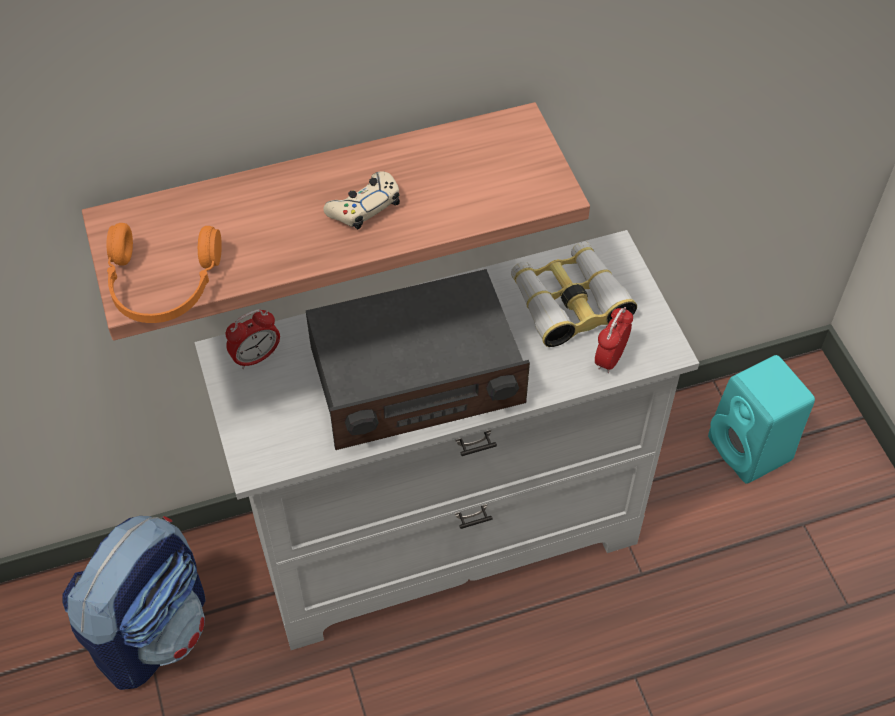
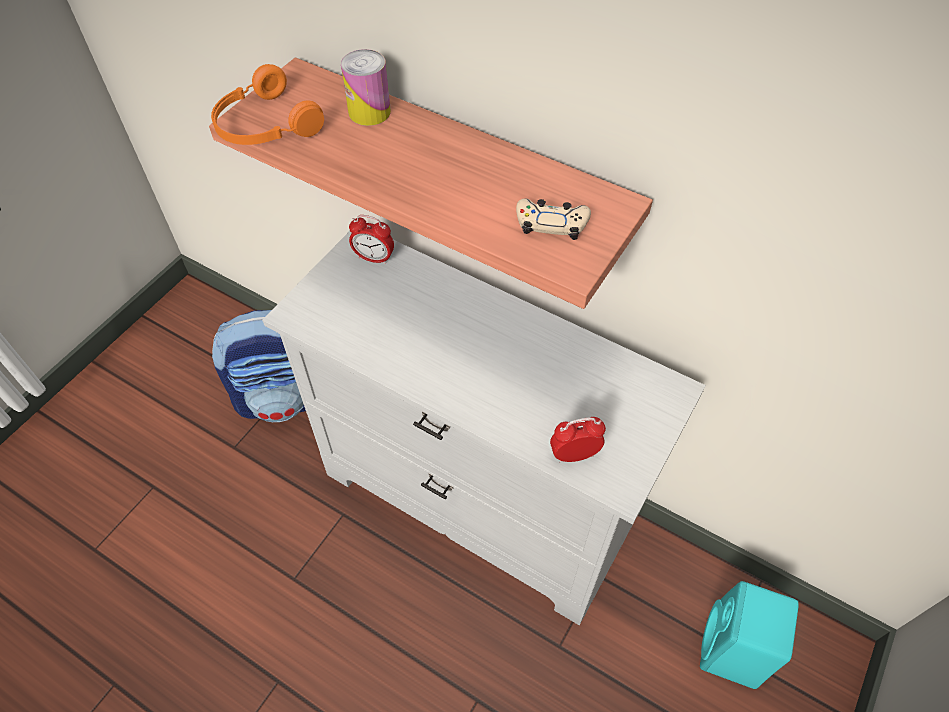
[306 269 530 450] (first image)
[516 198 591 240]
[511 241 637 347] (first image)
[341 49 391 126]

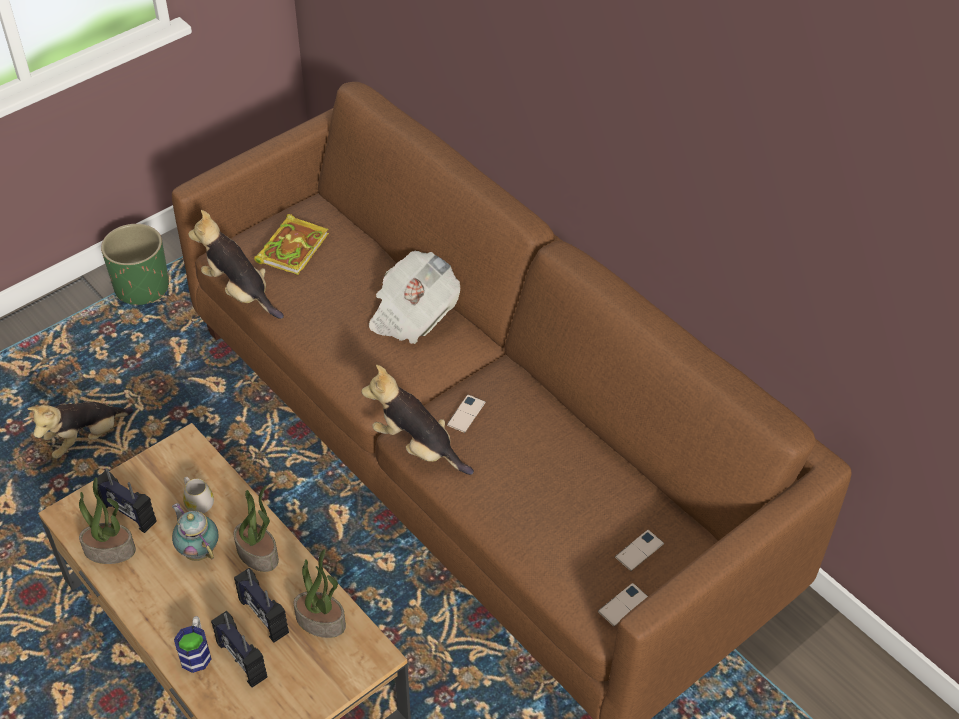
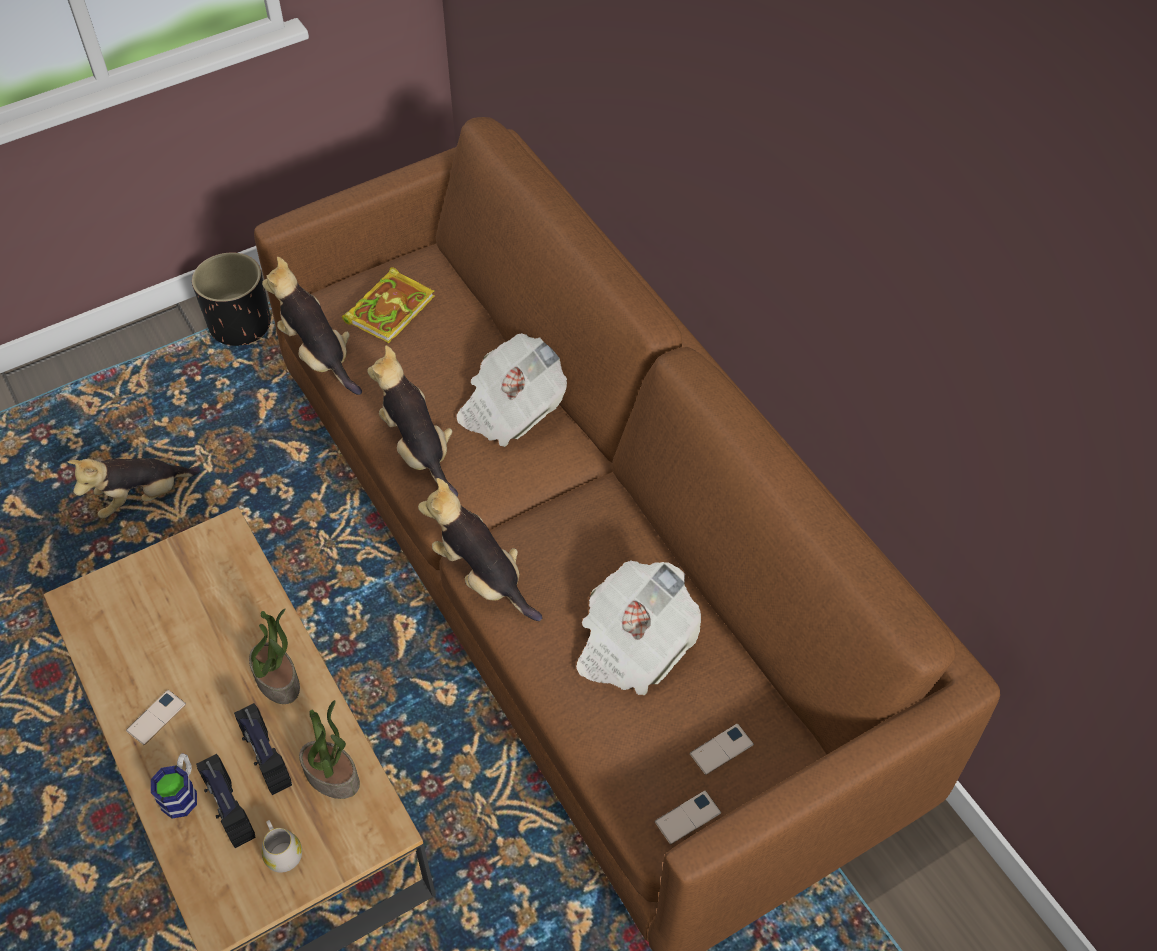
[79 477 136 564] (first image)
[97 468 157 533] (first image)
[192 253 271 346]
[172 503 218 561] (first image)
[262 820 302 873]
[126 690 186 745]
[367 346 458 497]
[576 560 701 695]

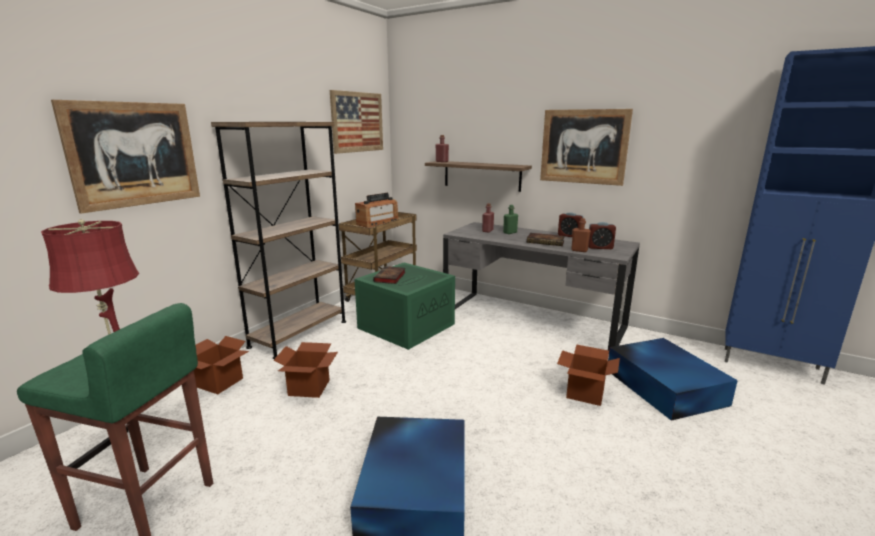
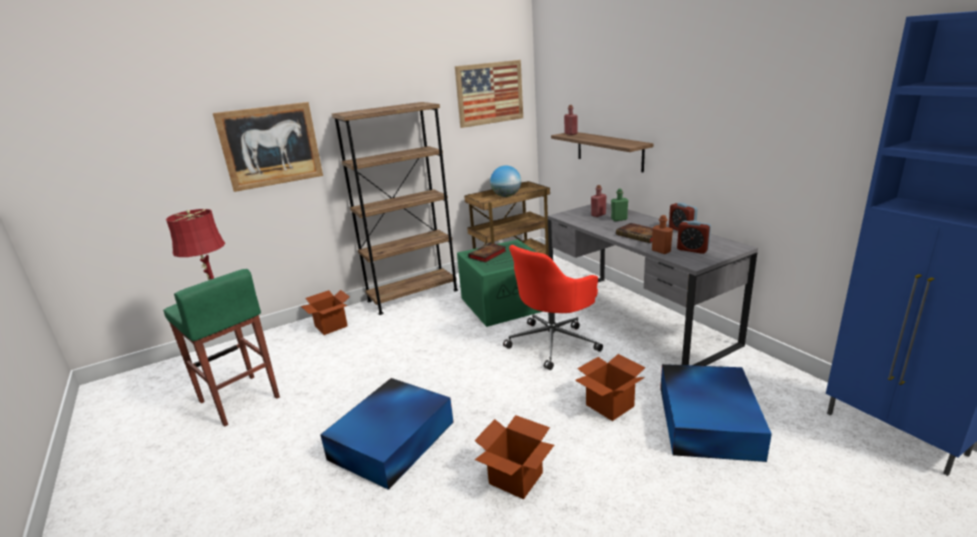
[474 415 554 499]
[490 165 521 197]
[540 109 633 186] (first image)
[503 245 603 370]

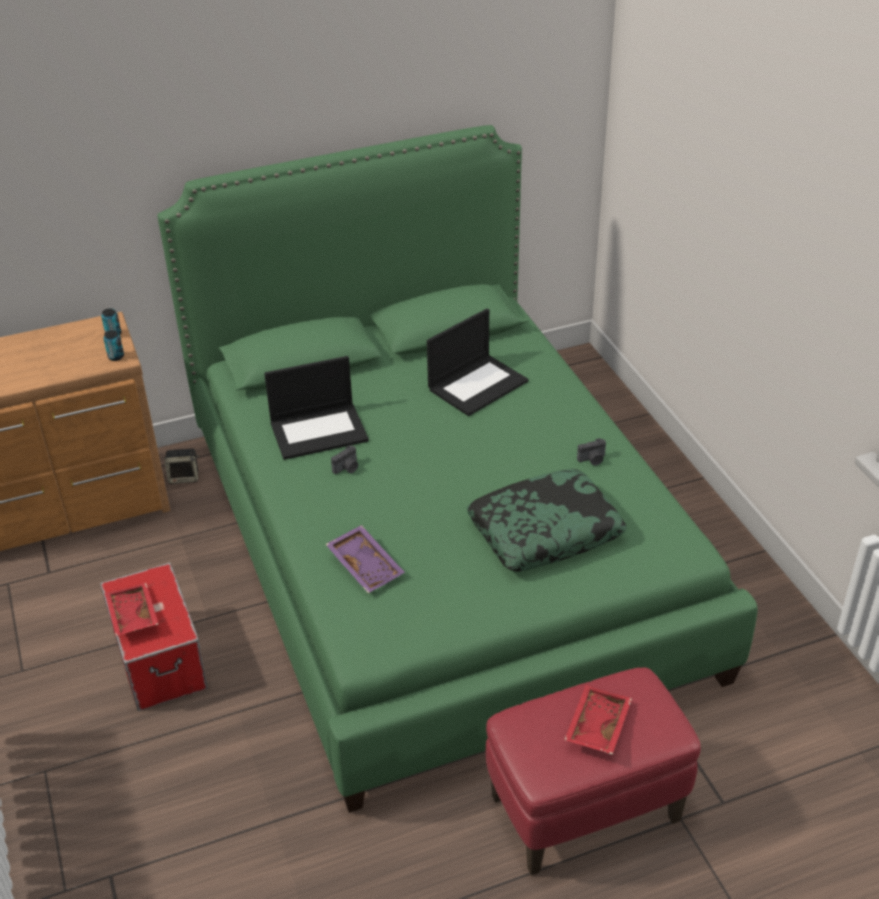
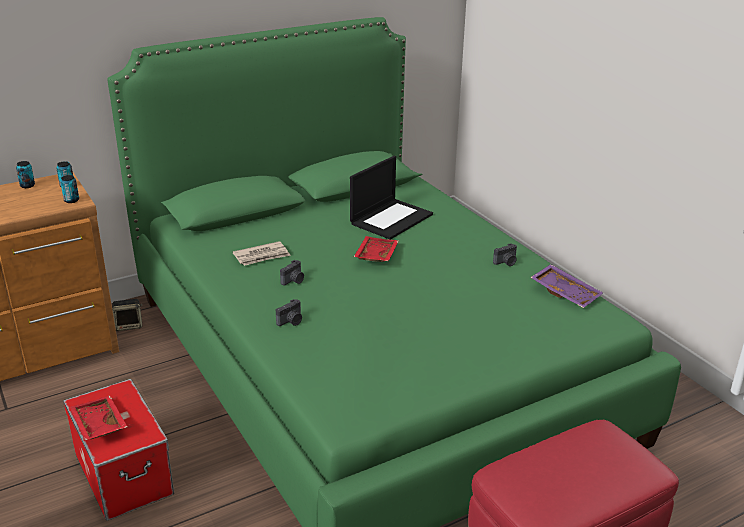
[233 241 291 266]
[530 264 603 308]
[467 469 627 572] (first image)
[353 236 398 262]
[16 161 35 188]
[276 299 302 326]

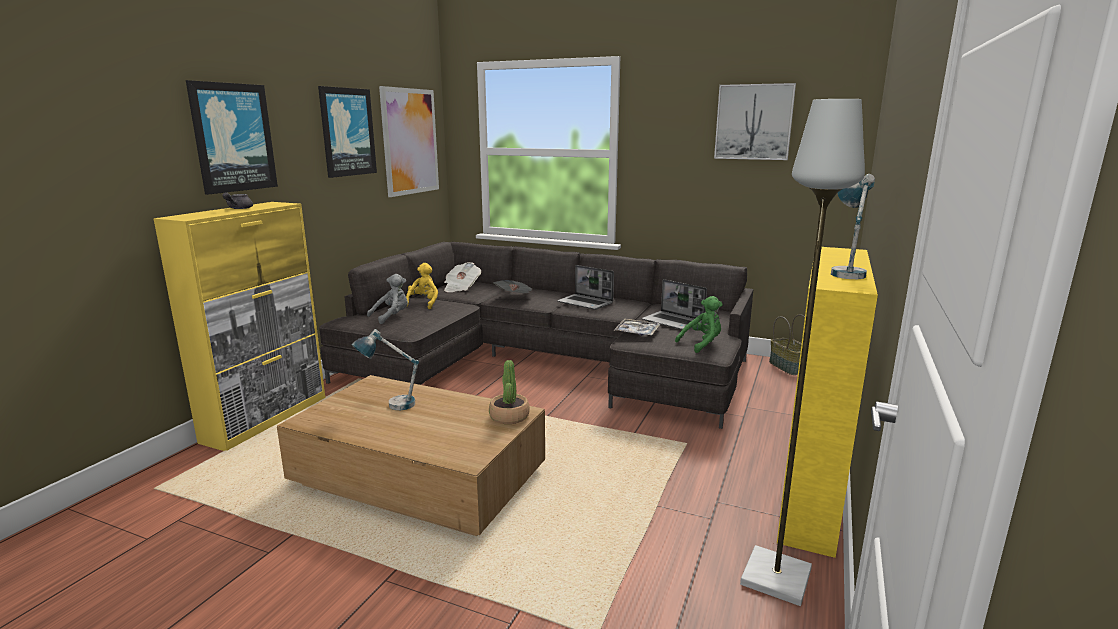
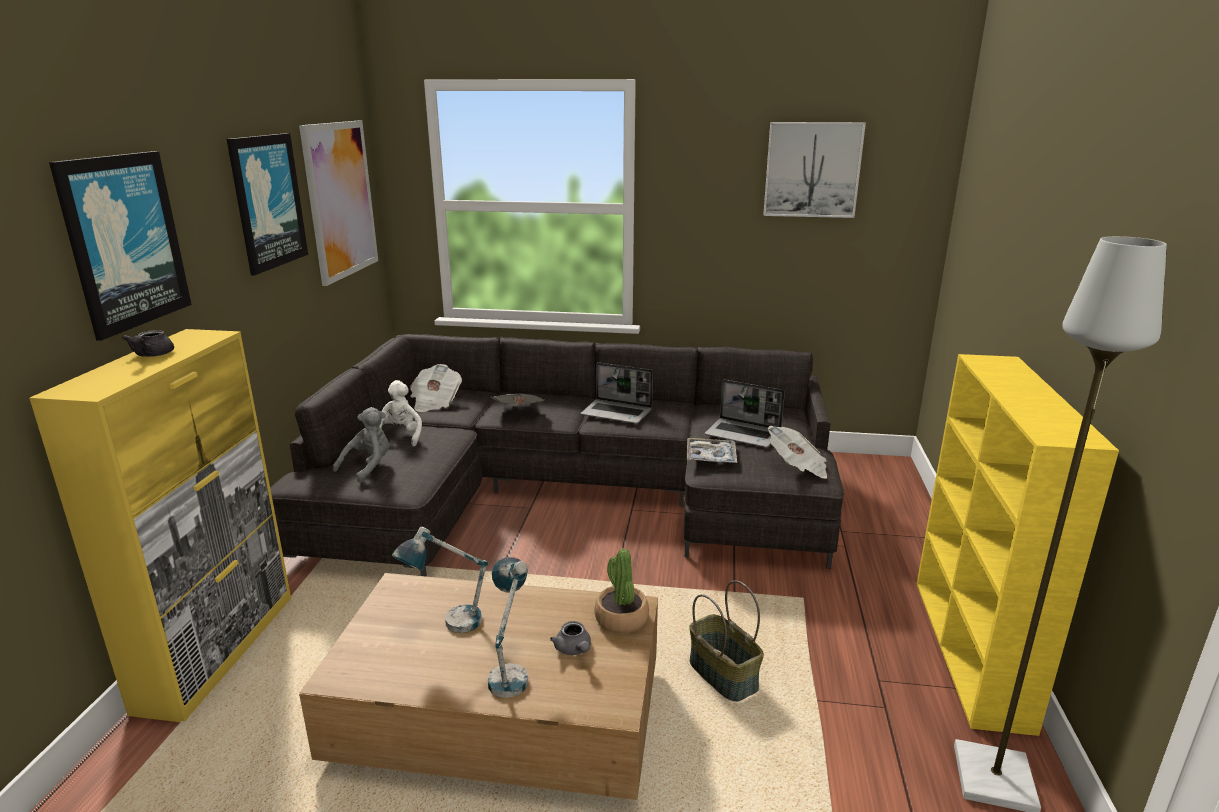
[379 380 422 447]
[768 426 827 479]
[689 580 764 702]
[488 557 528 698]
[550 621 591 655]

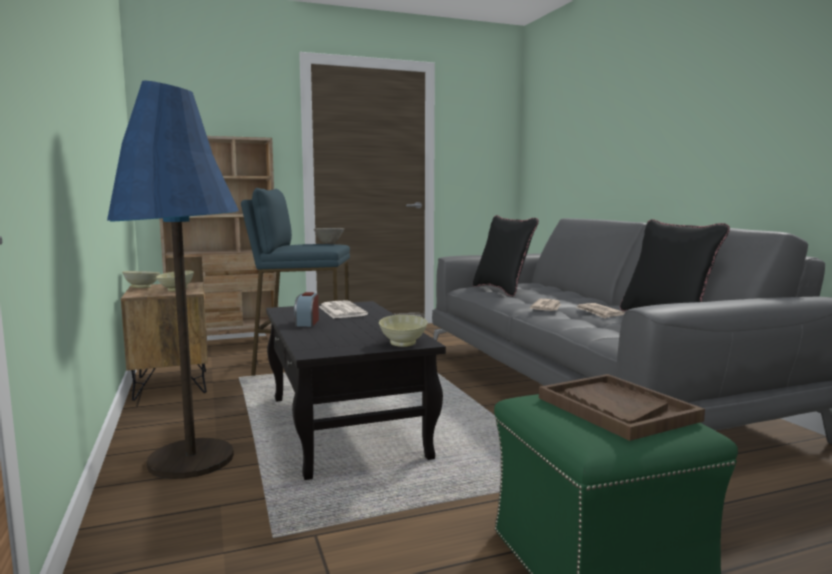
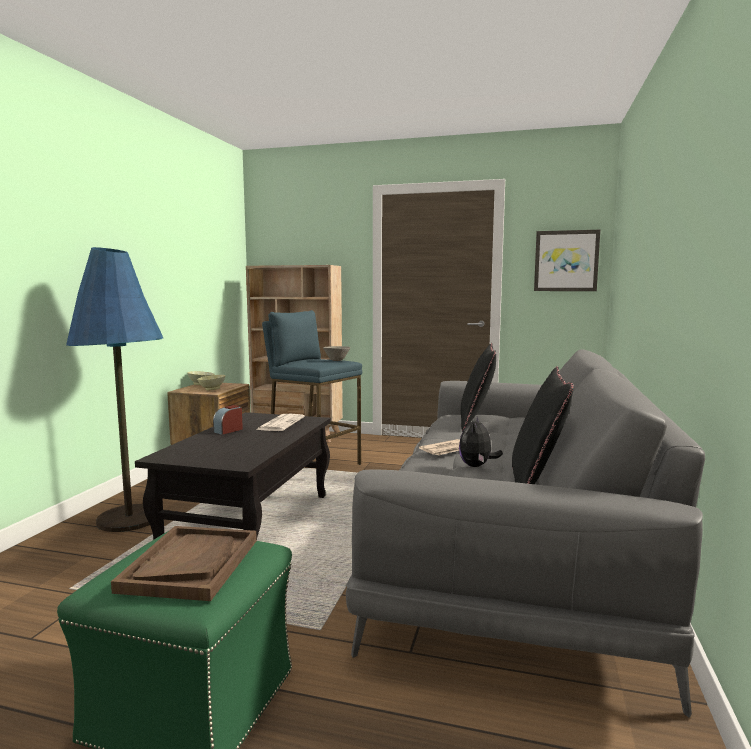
[379 315 428 347] (first image)
[459 416 503 467]
[534 230 600 291]

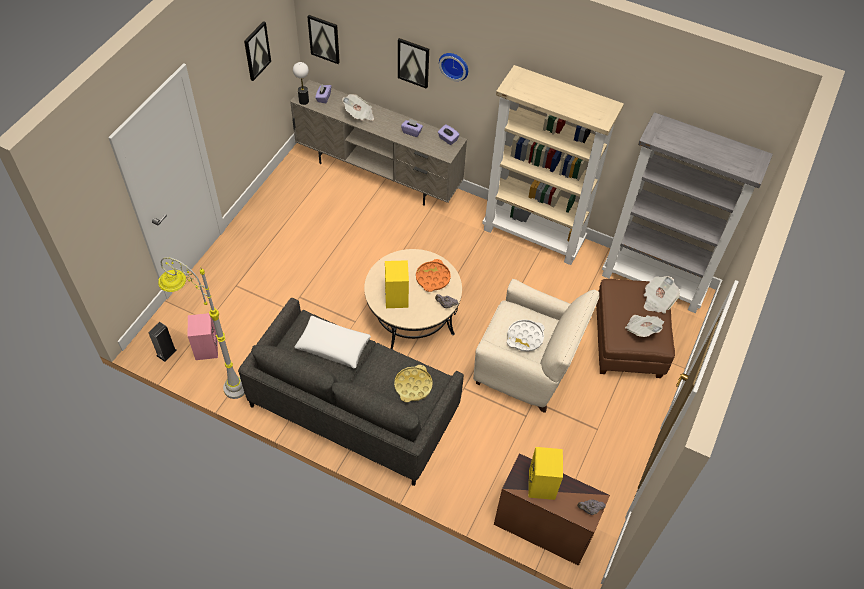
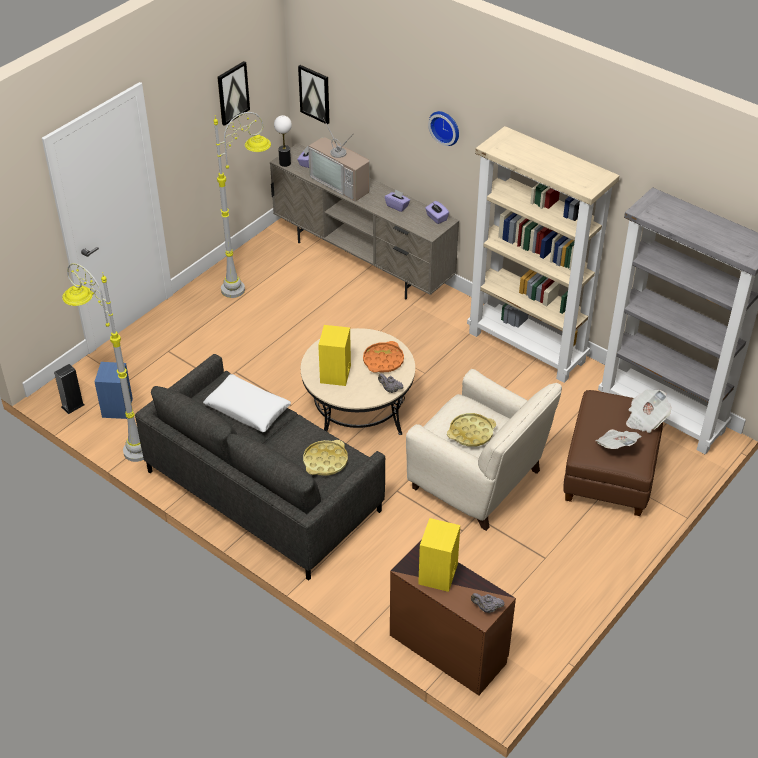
[95 362 133 419]
[308 118 370 202]
[398 38 429 89] (first image)
[447 413 496 447]
[213 112 271 298]

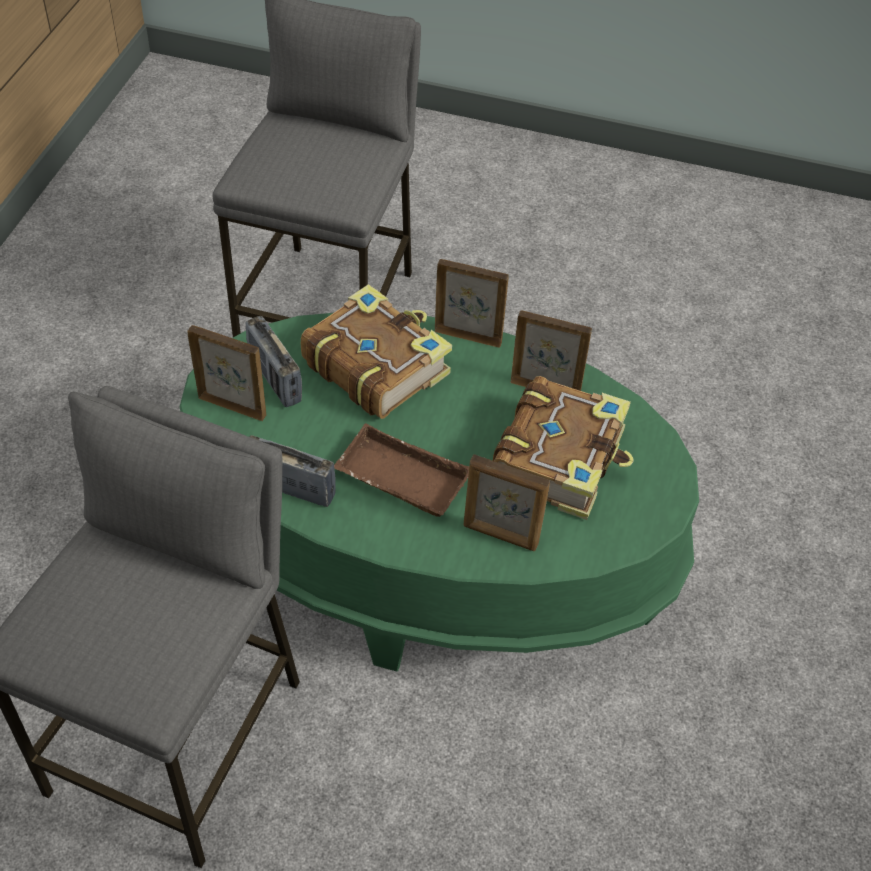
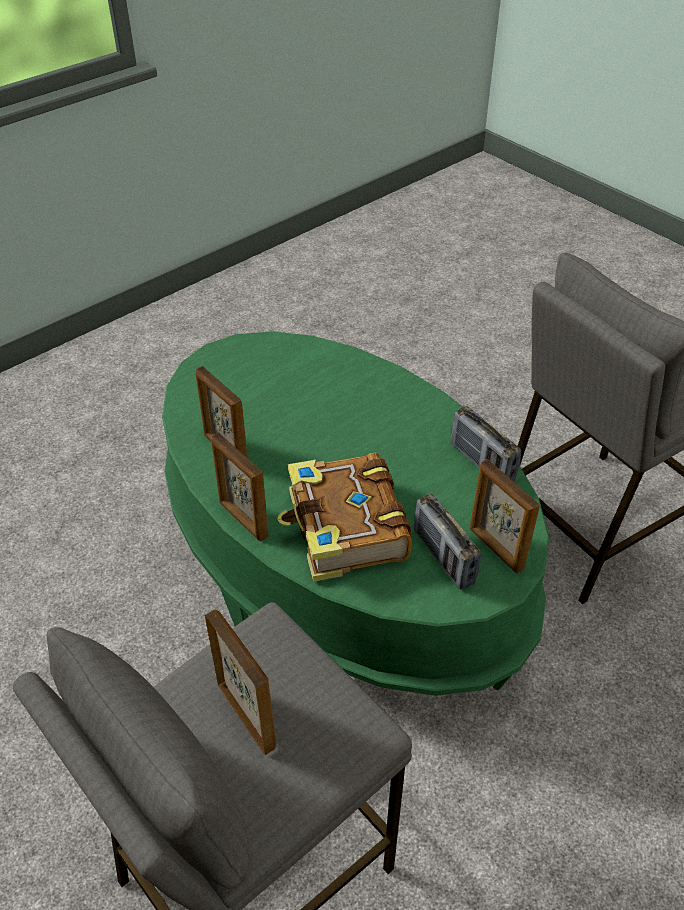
[414 494 481 589]
[334 423 469 517] (first image)
[205 610 276 755]
[493 376 633 520] (first image)

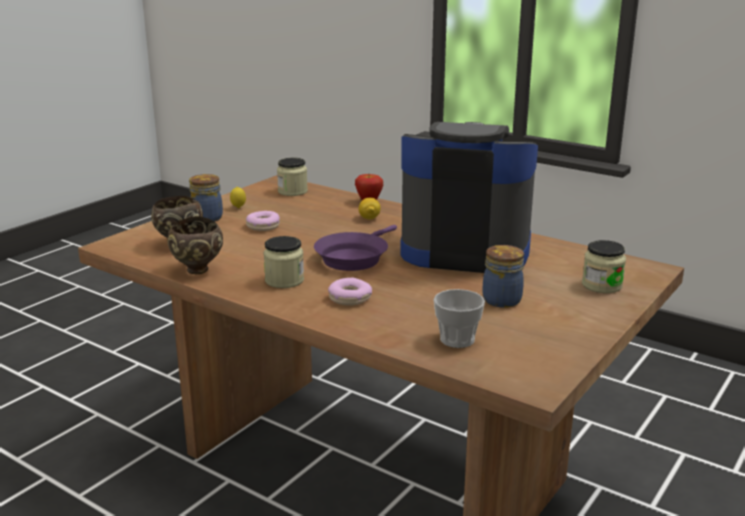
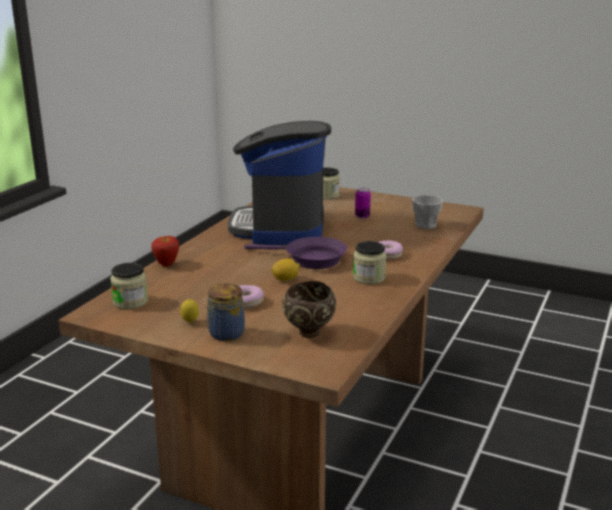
[168 216 223 274] (first image)
[272 259 300 281]
[355 188 371 219]

